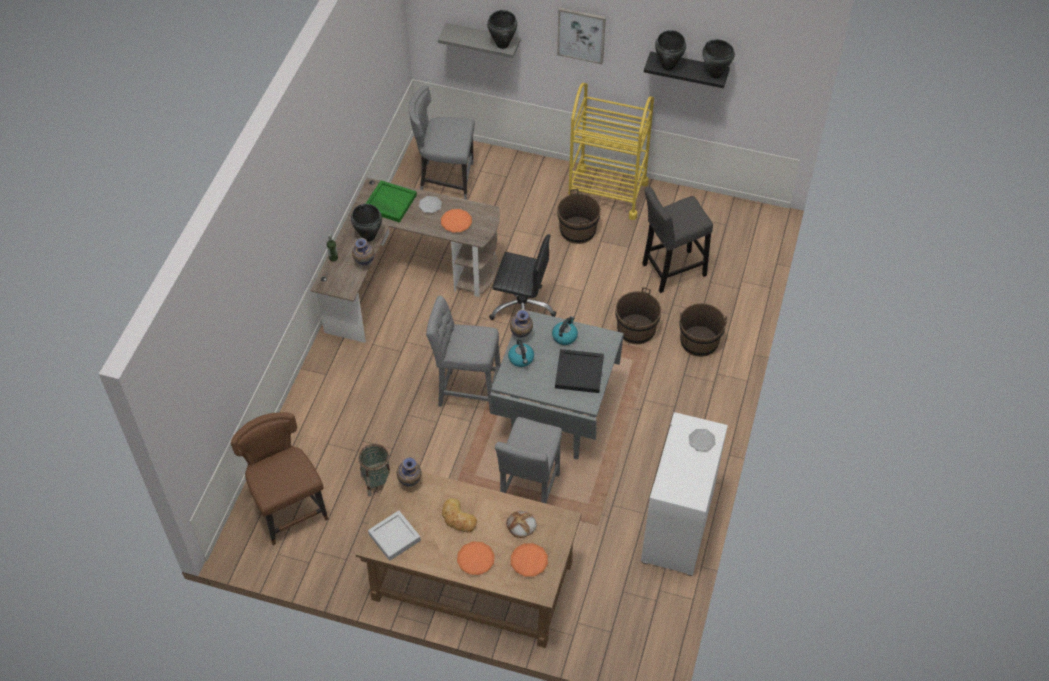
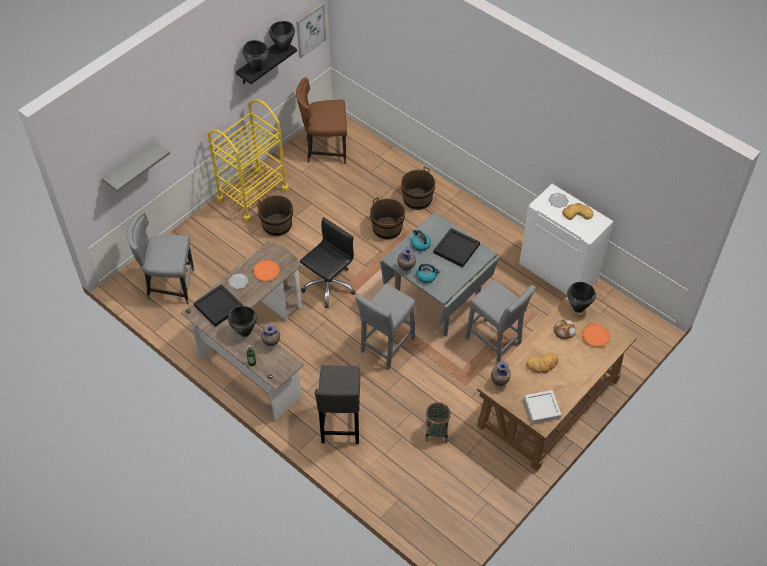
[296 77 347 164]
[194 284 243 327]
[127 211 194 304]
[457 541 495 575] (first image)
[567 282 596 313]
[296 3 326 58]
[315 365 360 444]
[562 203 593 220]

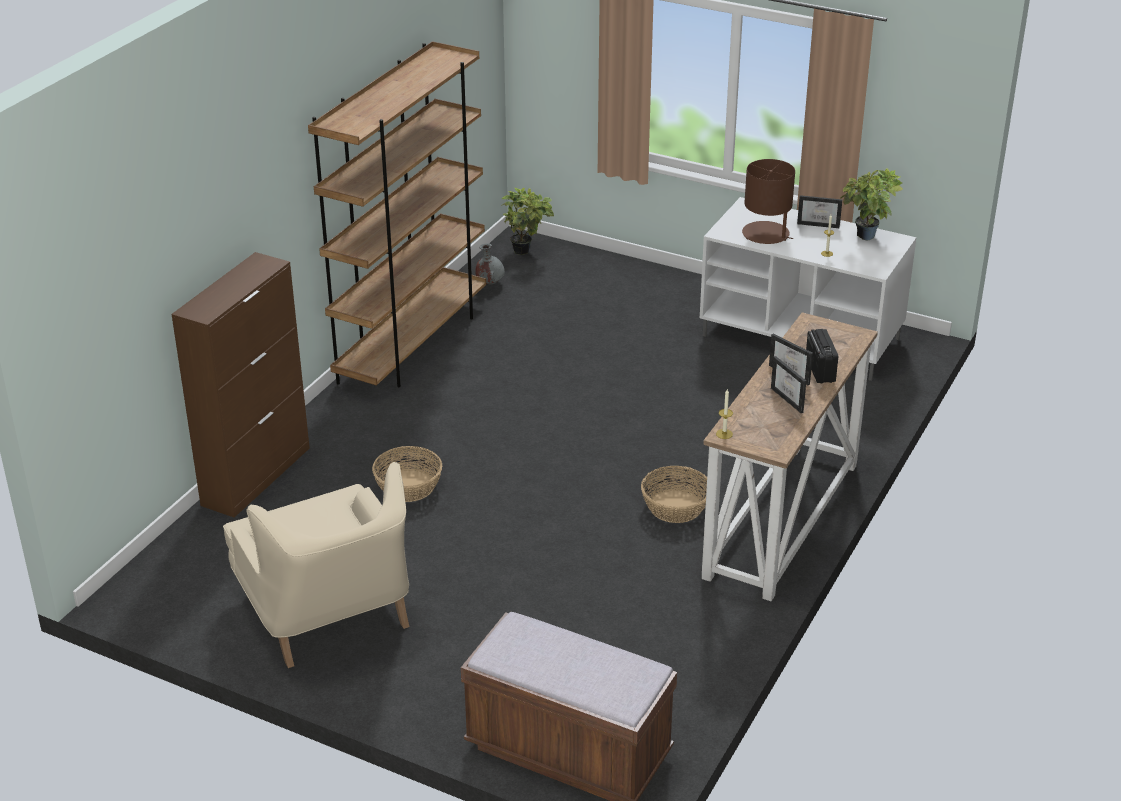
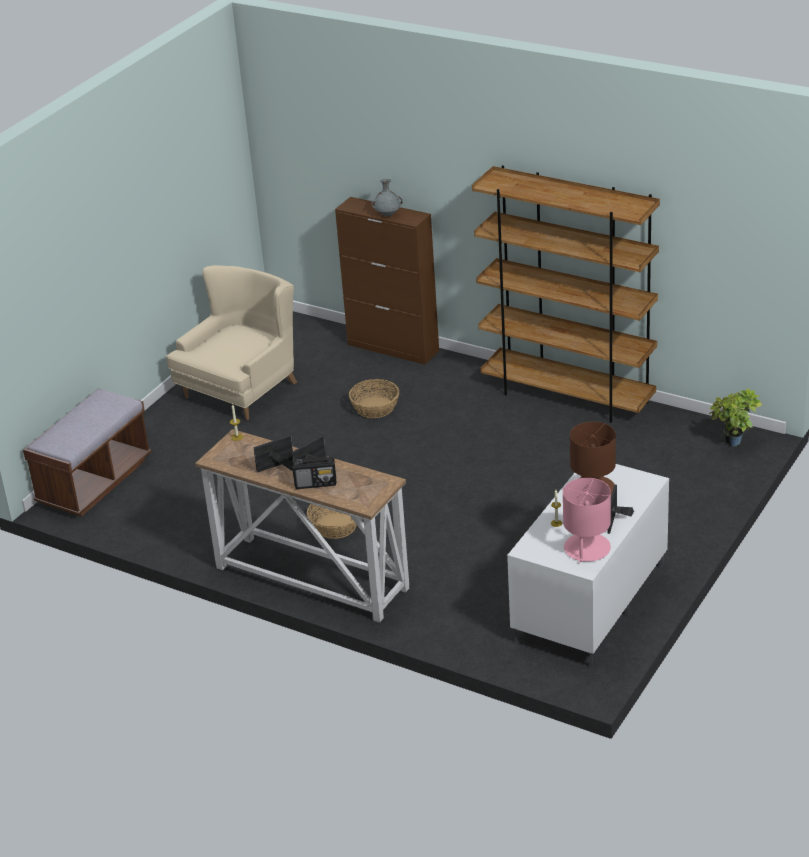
[166 265 297 420]
[371 179 403 217]
[563 478 611 564]

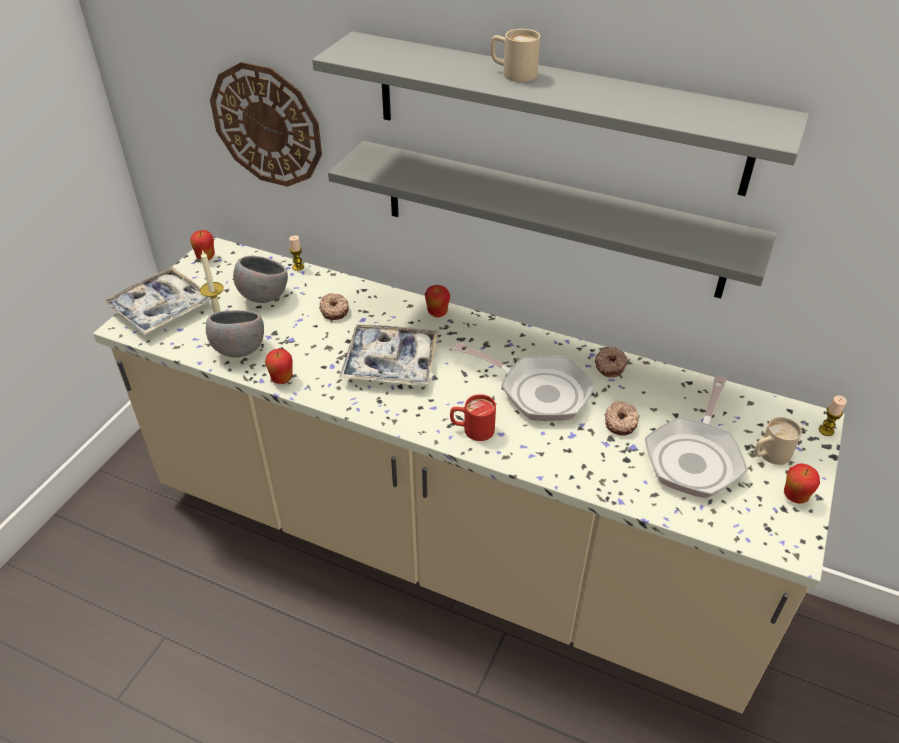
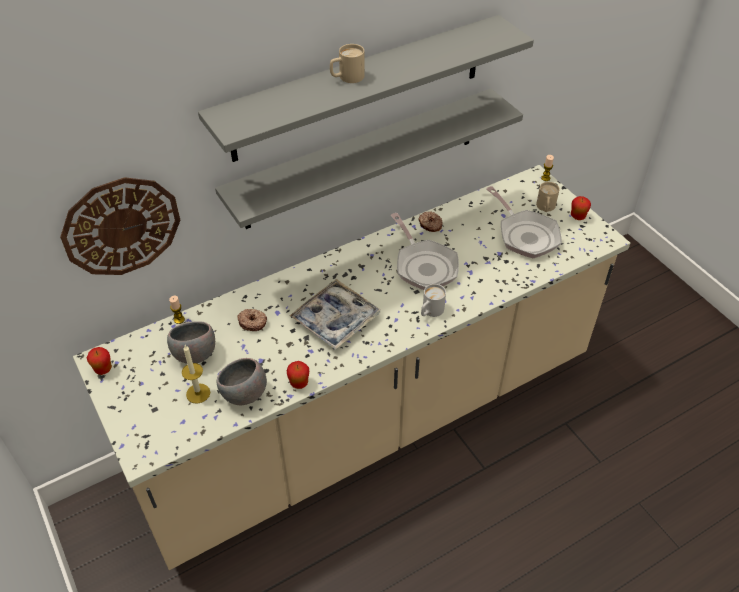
[103 267 211 335] (first image)
[425 285 450 317] (first image)
[421 284 446 317]
[390 213 459 290]
[604 401 639 436] (first image)

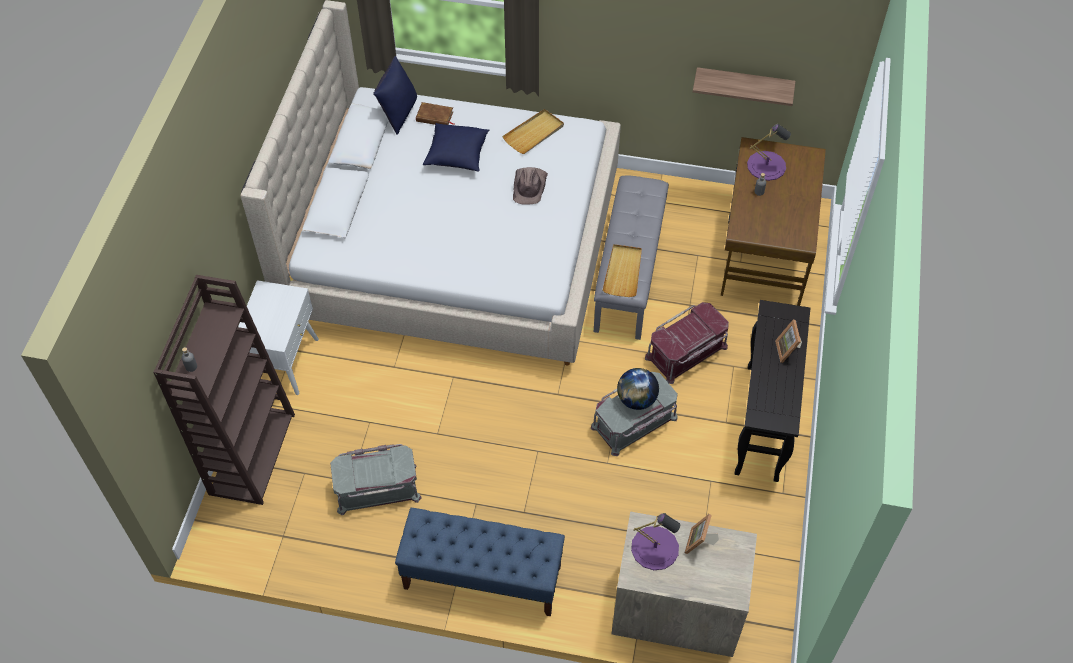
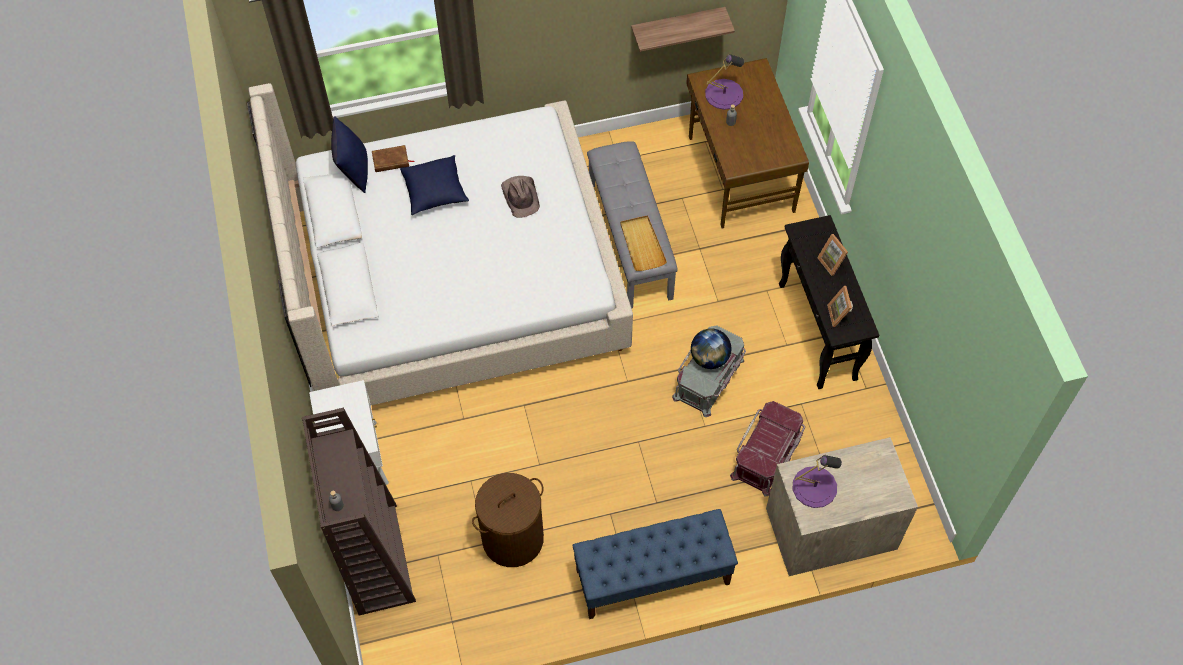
[472 473 544 567]
[502 109 564 154] (first image)
[730 401 805 497]
[827 286 853 327]

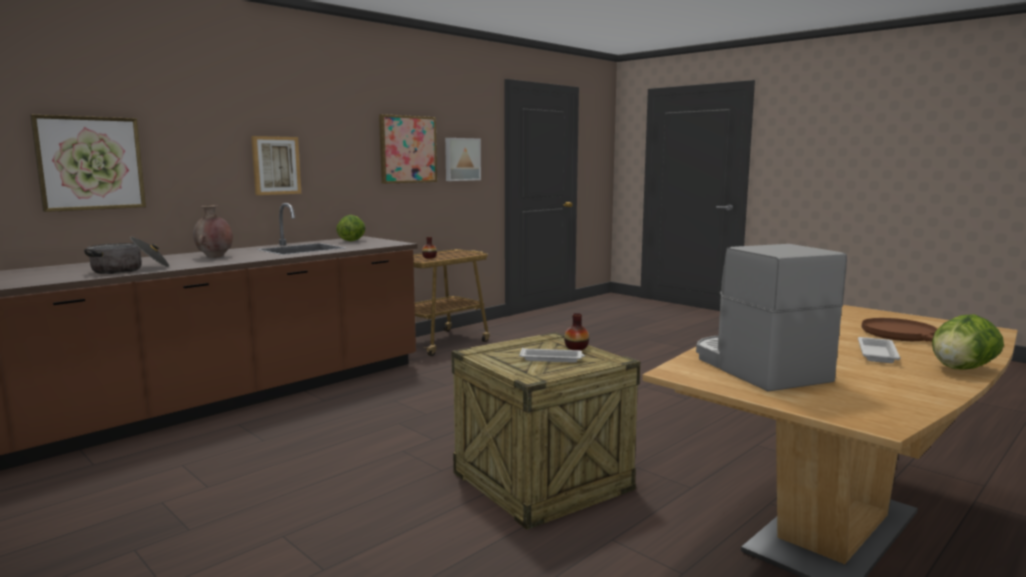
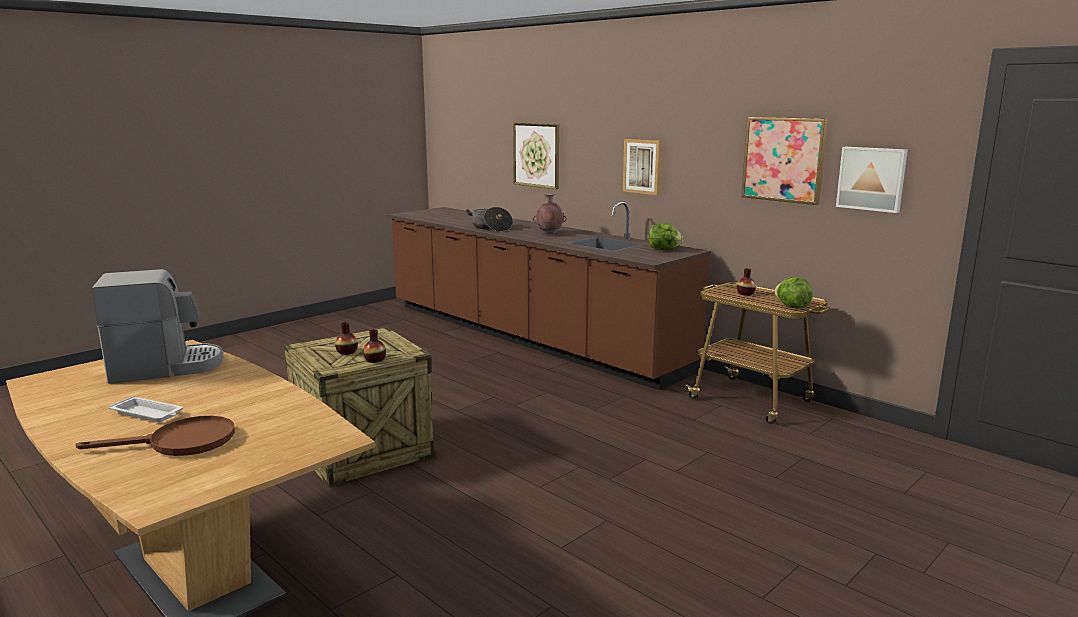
[335 322 358 355]
[775 277 813 308]

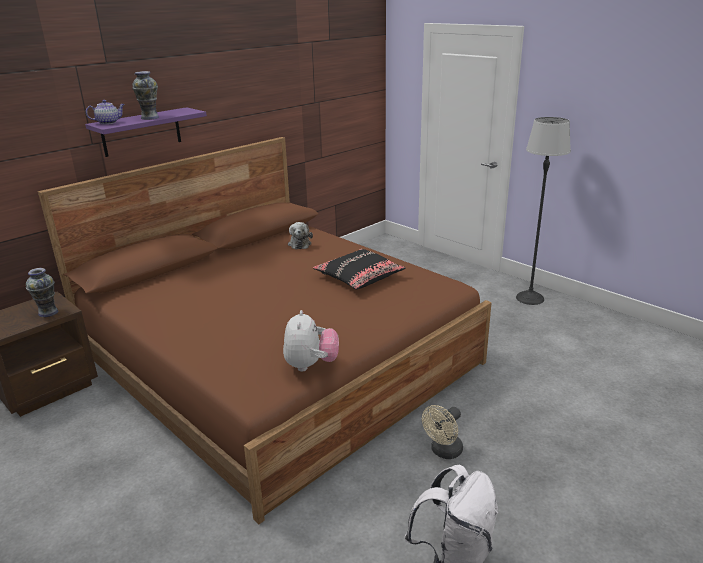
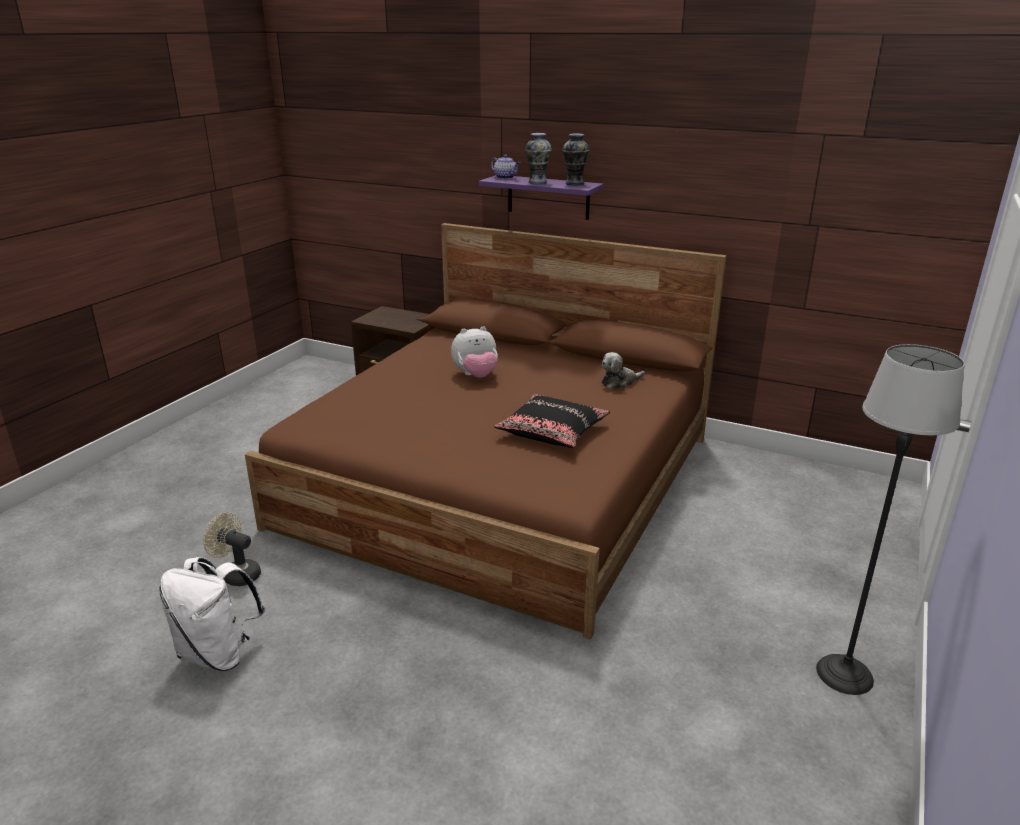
[562 134 589 185]
[451 326 498 378]
[203 512 261 586]

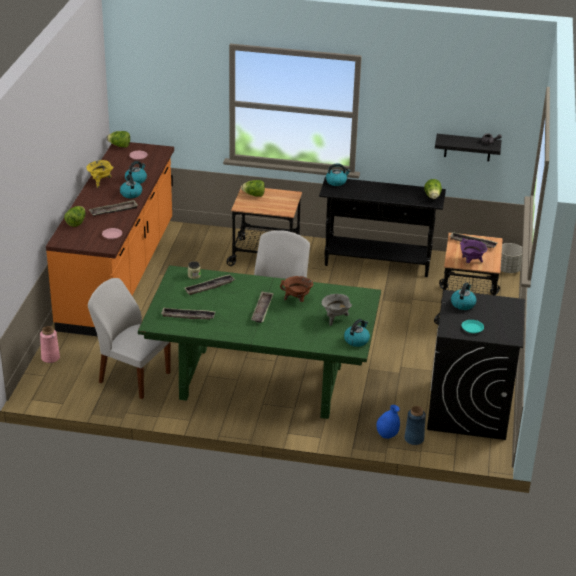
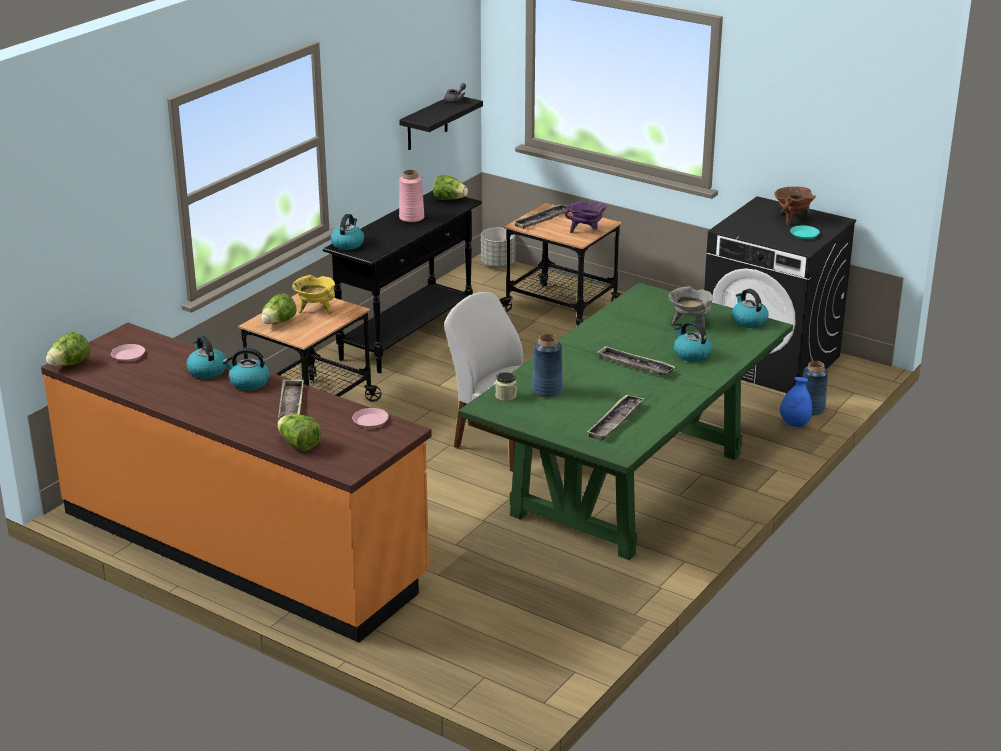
[399 170 424 223]
[292 275 335 314]
[88 278 171 399] (first image)
[532 334 563 398]
[774 187 816 226]
[674 321 712 362]

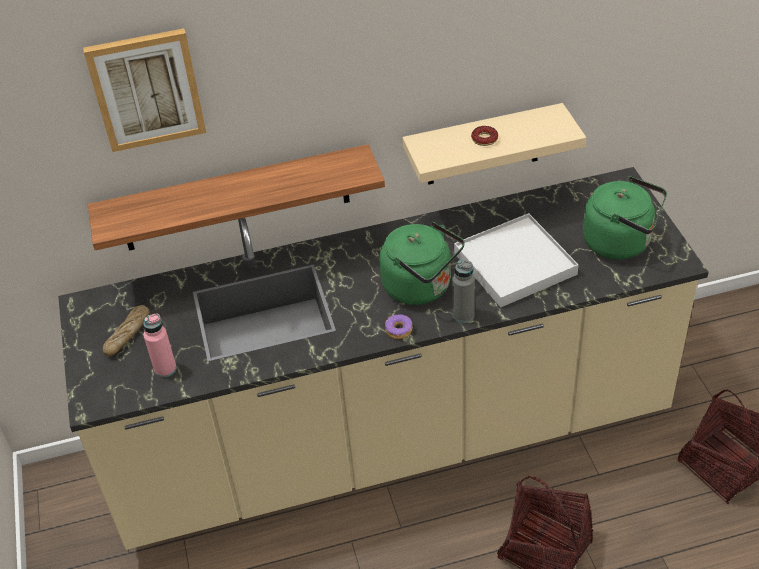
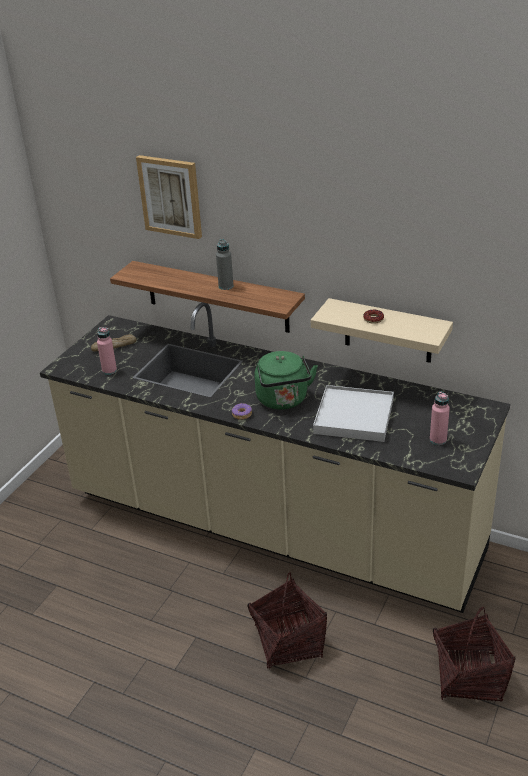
[216 239 234 290]
[430 392 450 445]

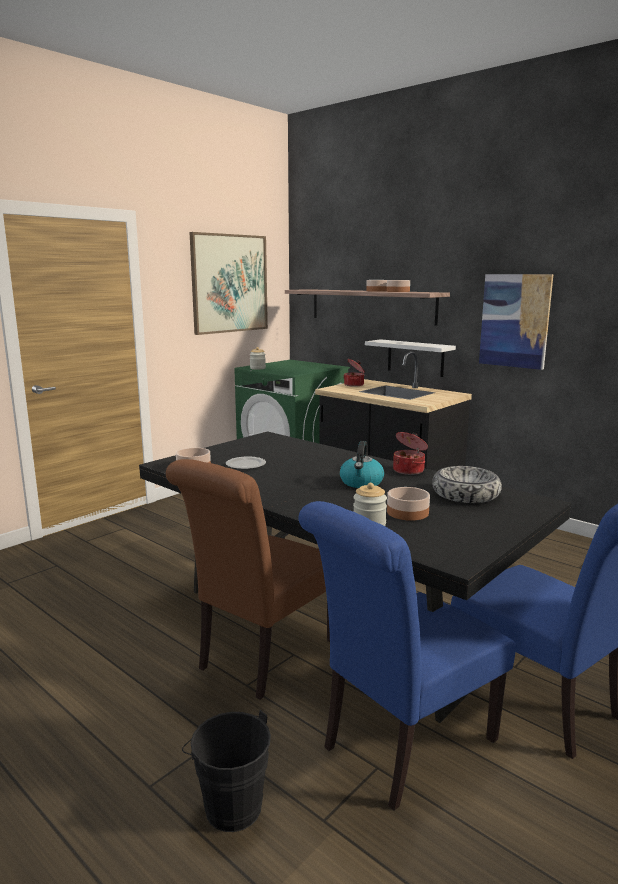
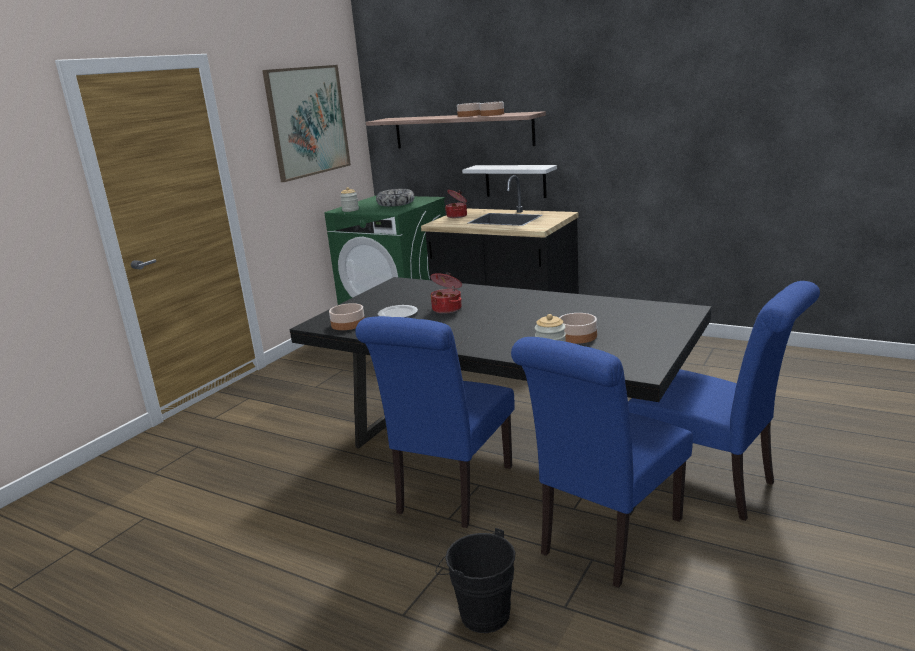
[355 316 515 528]
[340 441 384 488] (first image)
[430 272 462 314]
[376 189 414 207]
[479 274 553 370] (first image)

